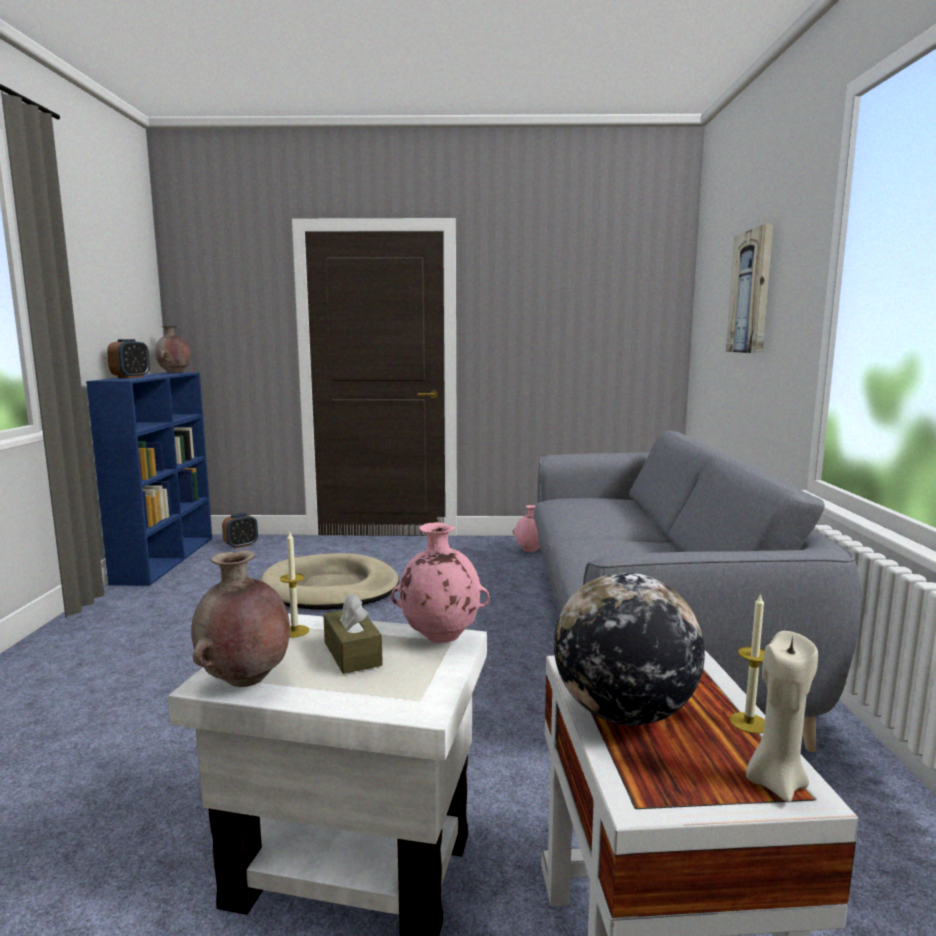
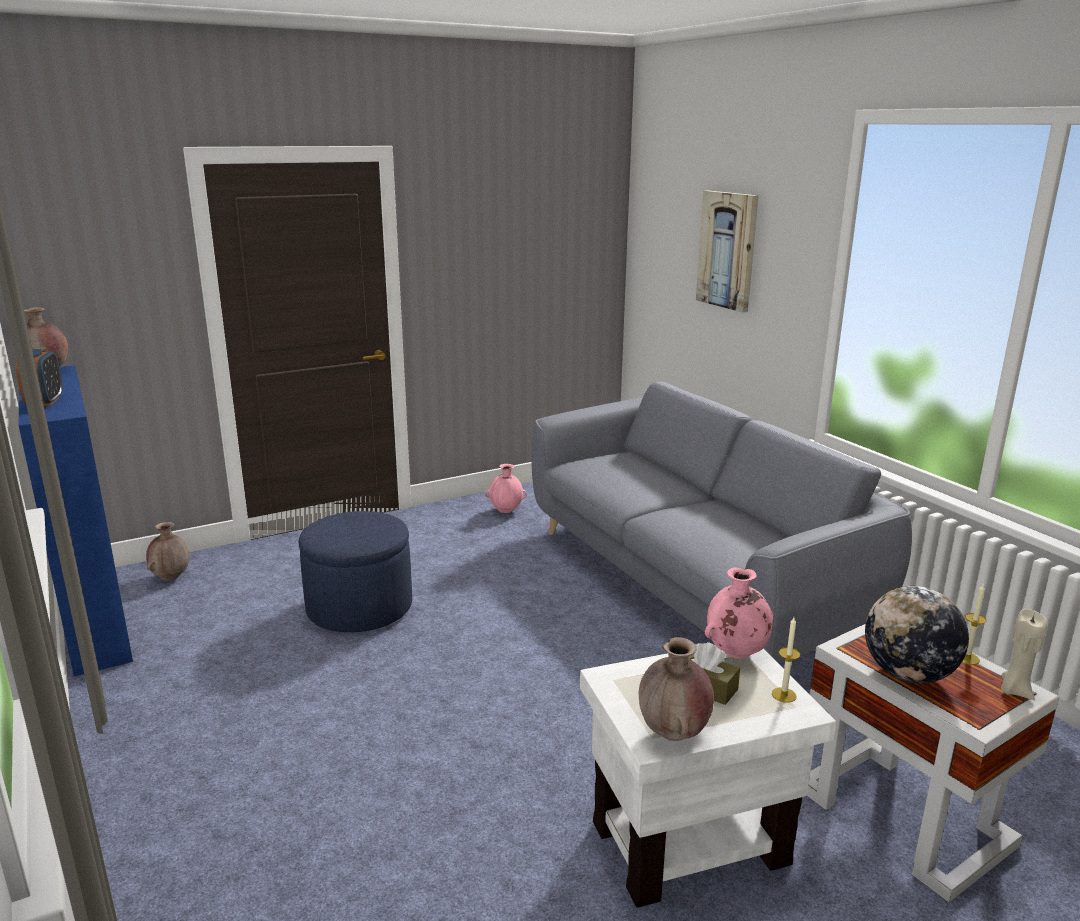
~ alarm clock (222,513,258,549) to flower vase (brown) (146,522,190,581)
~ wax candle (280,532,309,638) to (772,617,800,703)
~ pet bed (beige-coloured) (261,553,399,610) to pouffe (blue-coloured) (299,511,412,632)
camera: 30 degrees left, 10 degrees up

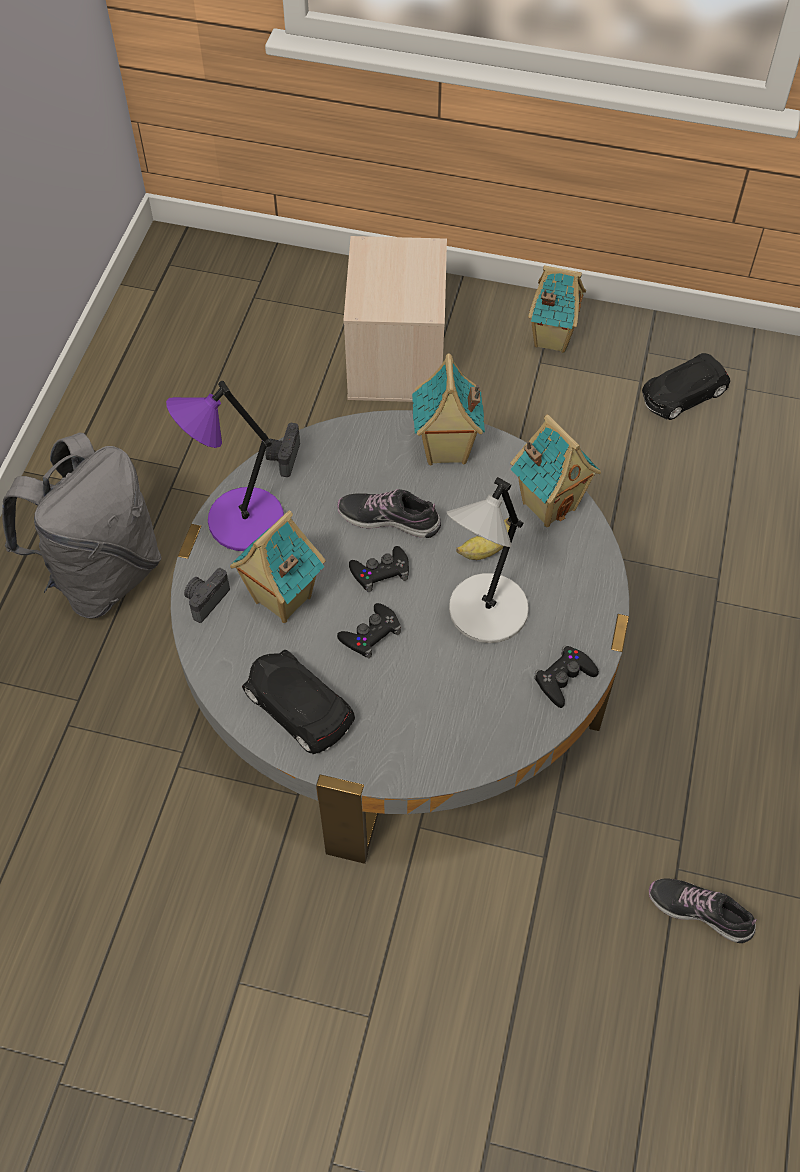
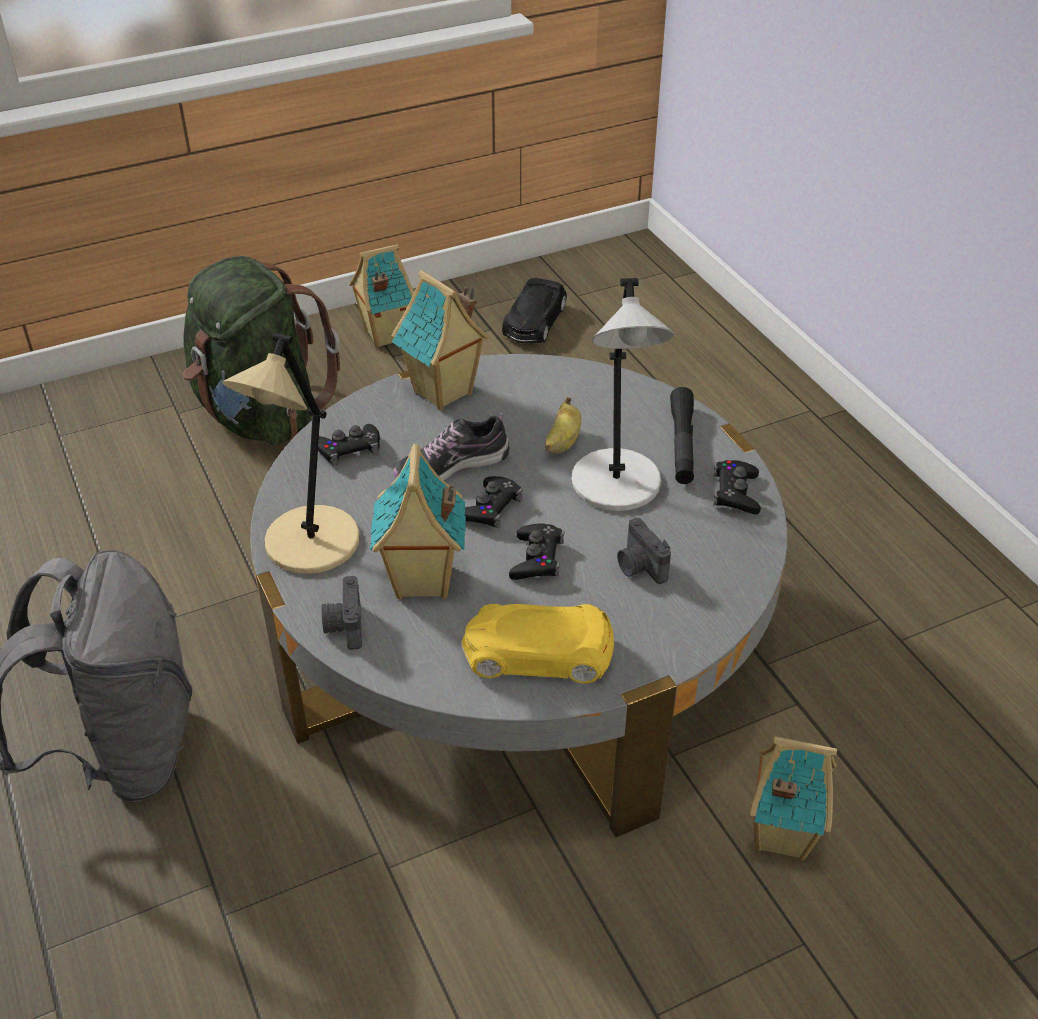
~ storage container (beige-coloured) (343,236,447,402) to rucksack (green) (183,256,340,445)
~ table lamp (purple) (166,381,284,551) to table lamp (beige-coloured) (222,333,359,574)
~ miniature house (510,414,601,527) to (749,736,837,861)
~ still camera (266,423,300,477) to (617,518,671,584)
~ toy car (black-coloured) (242,650,355,754) to toy car (yellowish) (461,604,614,683)
- item of footwear (649,879,757,943)
+ hand torch (black-coloured) (670,387,694,484)
+ game controller (black-coloured) (318,424,380,466)
camera: 40 degrees left, 15 degrees down

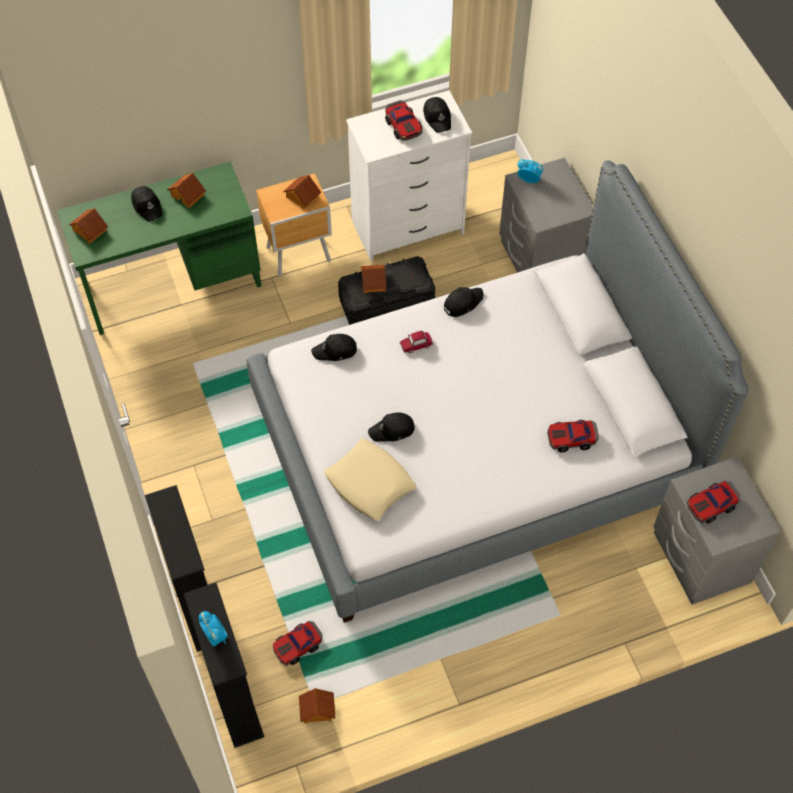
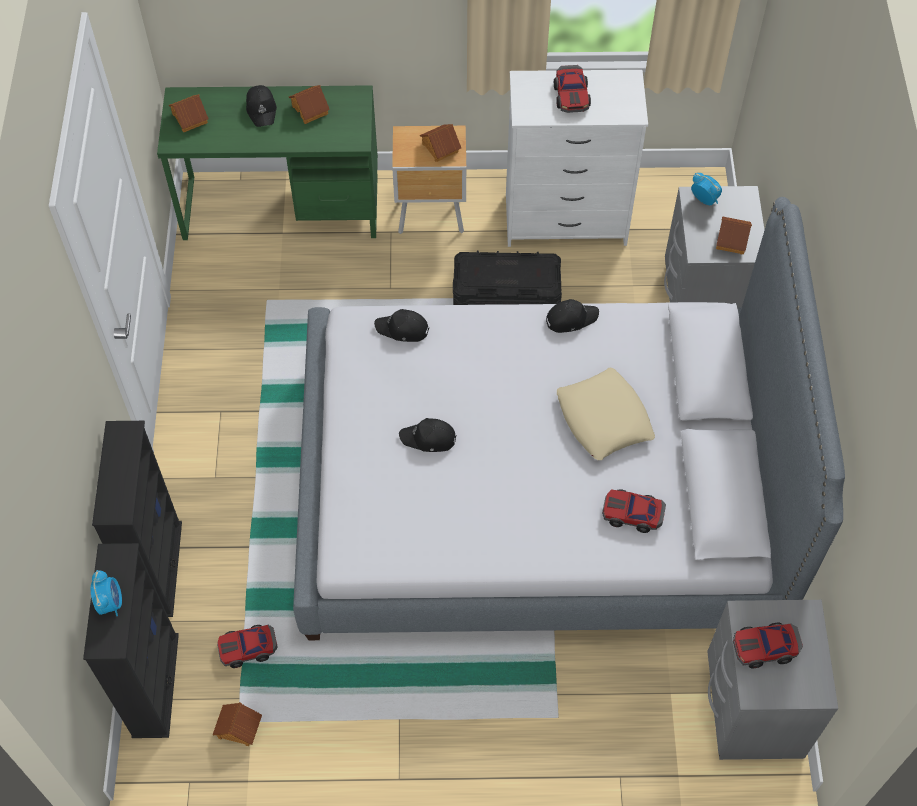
- cap (black-coloured) (423,97,451,133)
~ miniature house (361,264,386,293) to (716,216,752,255)
- toy car (400,331,433,353)
~ throw pillow (beige-coloured) (324,439,417,521) to (557,368,655,460)
camera: 20 degrees right, 0 degrees up

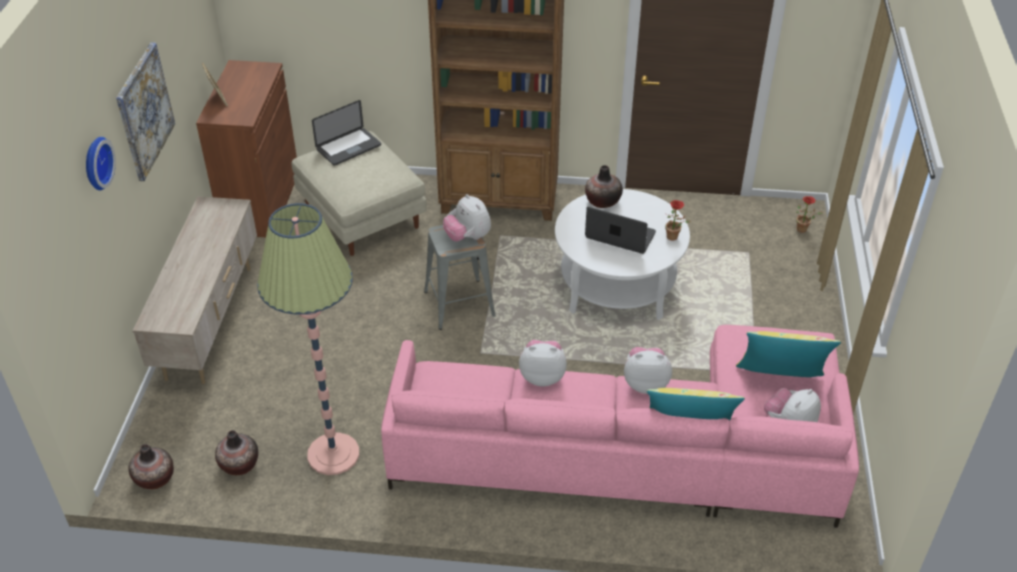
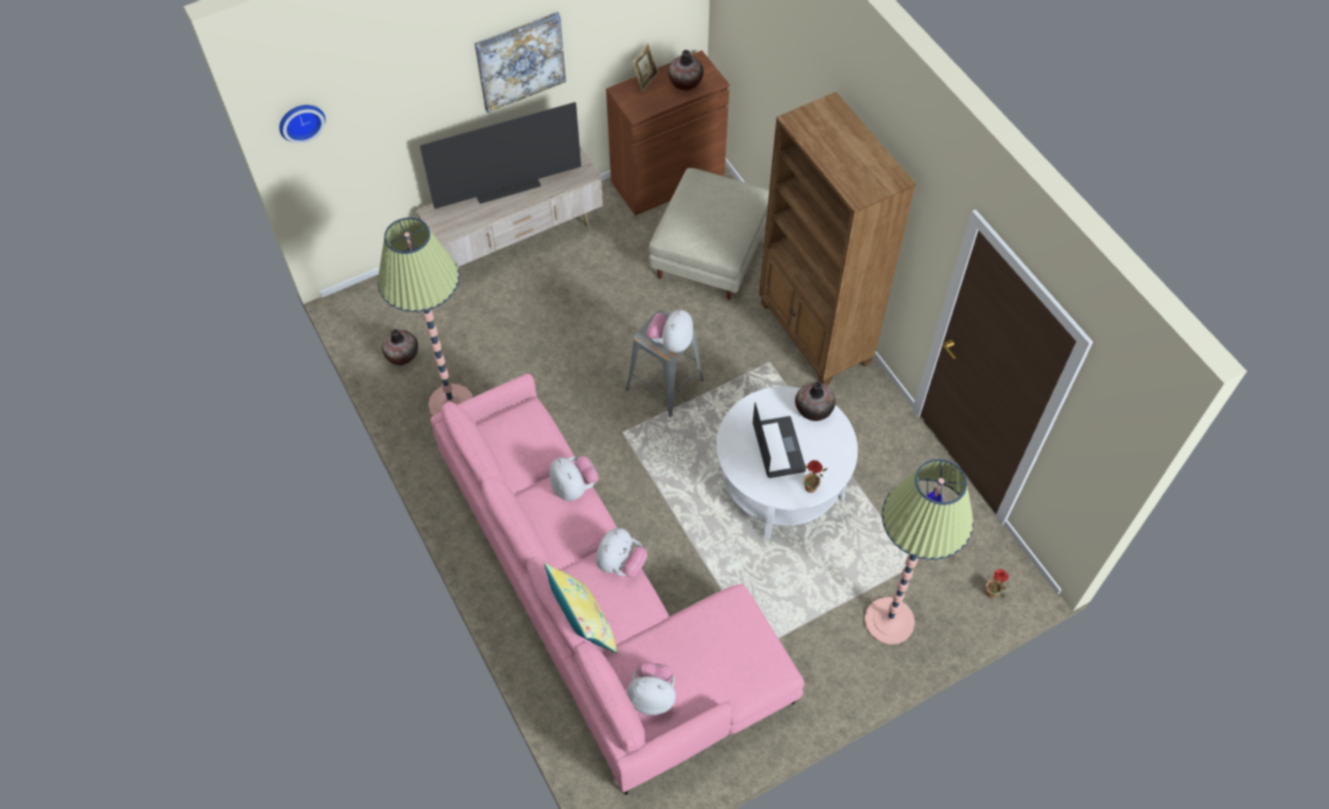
- laptop (312,100,381,166)
~ wall clock (86,137,116,190) to (279,105,326,144)
- throw pillow (yellowish) (736,331,841,377)
~ cuddly toy (624,347,672,394) = (596,528,647,577) 60 degrees clockwise
~ flower vase (129,444,174,489) to (668,50,704,91)
+ TV set (420,102,581,209)
+ standing lamp (864,459,974,645)
camera: 55 degrees right, 15 degrees up

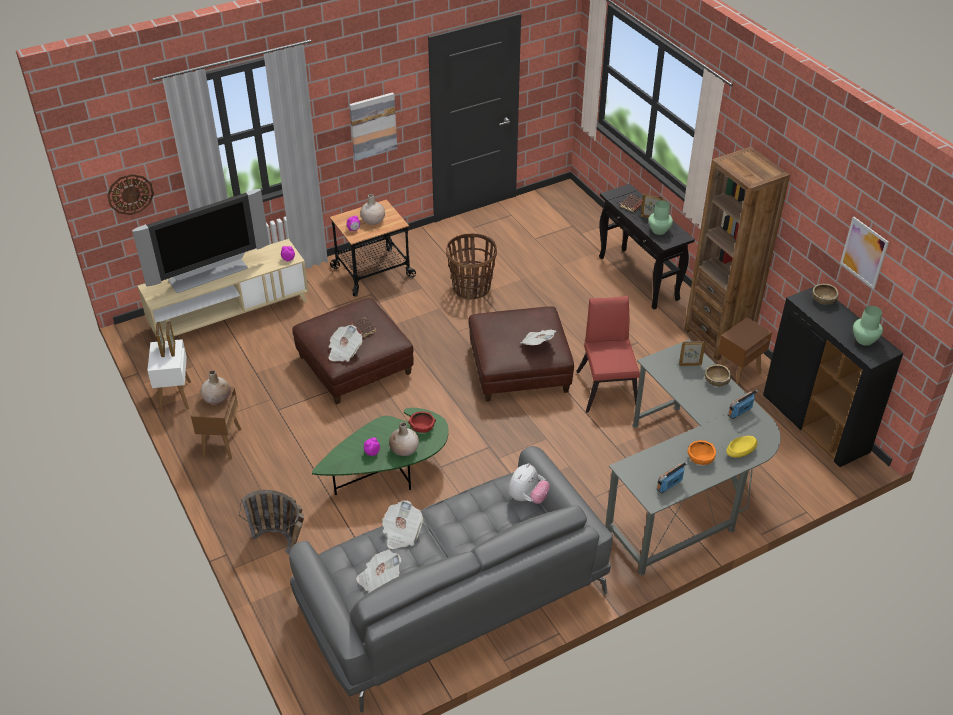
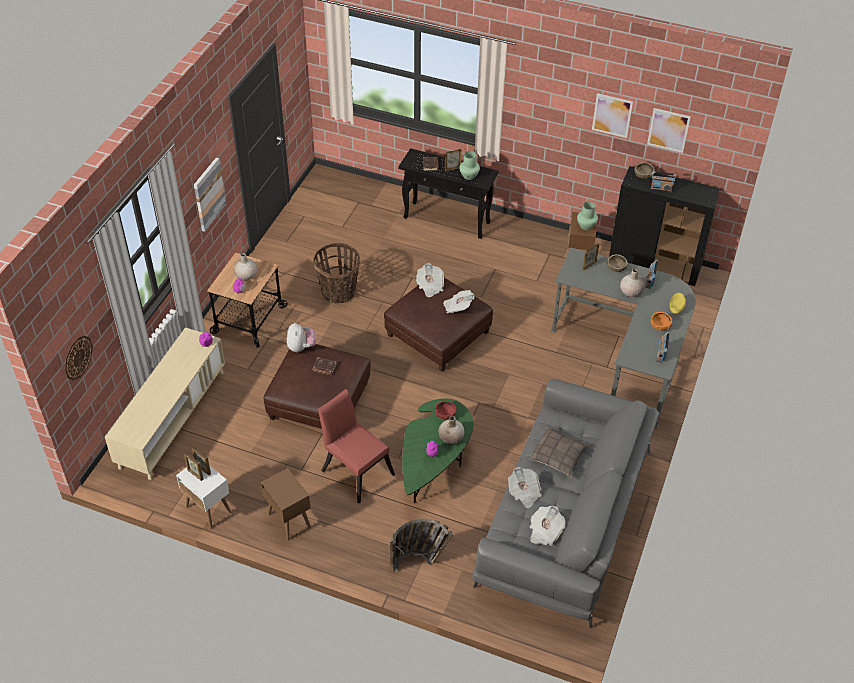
- shelving unit (brown) (684,147,790,361)
- TV set (132,189,269,293)
~ plain chair (red) (576,296,640,413) to (318,389,395,503)
~ flower vase (green) (853,306,883,346) to (577,201,598,230)
~ daily paper (328,325,362,362) to (416,263,444,297)
~ flower vase (beige-coloured) (201,370,231,405) to (620,269,645,297)
~ cuddly toy (508,463,550,504) to (287,322,316,352)
+ picture (592,93,633,138)
+ radio set (651,171,676,192)
+ throw pillow (529,426,590,478)
camera: 40 degrees left, 5 degrees up

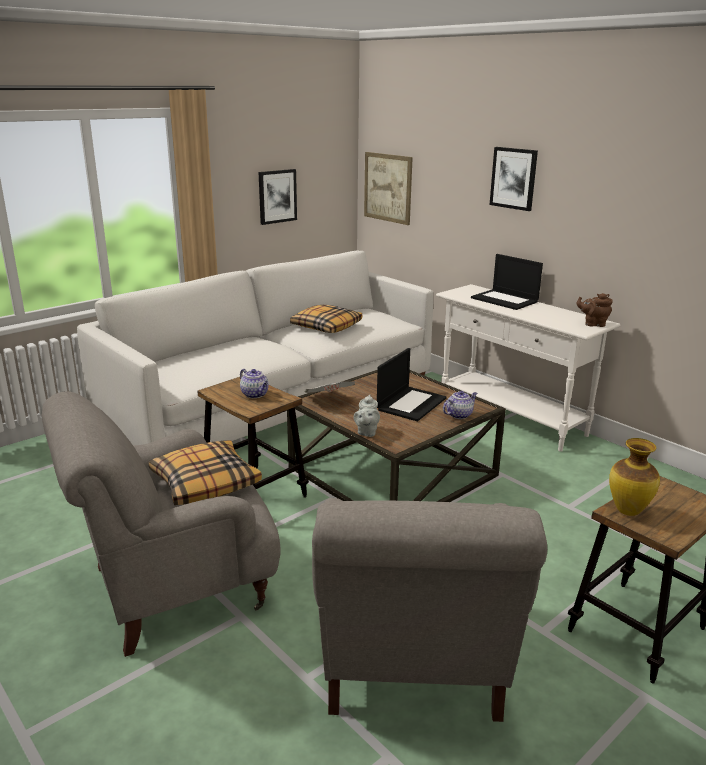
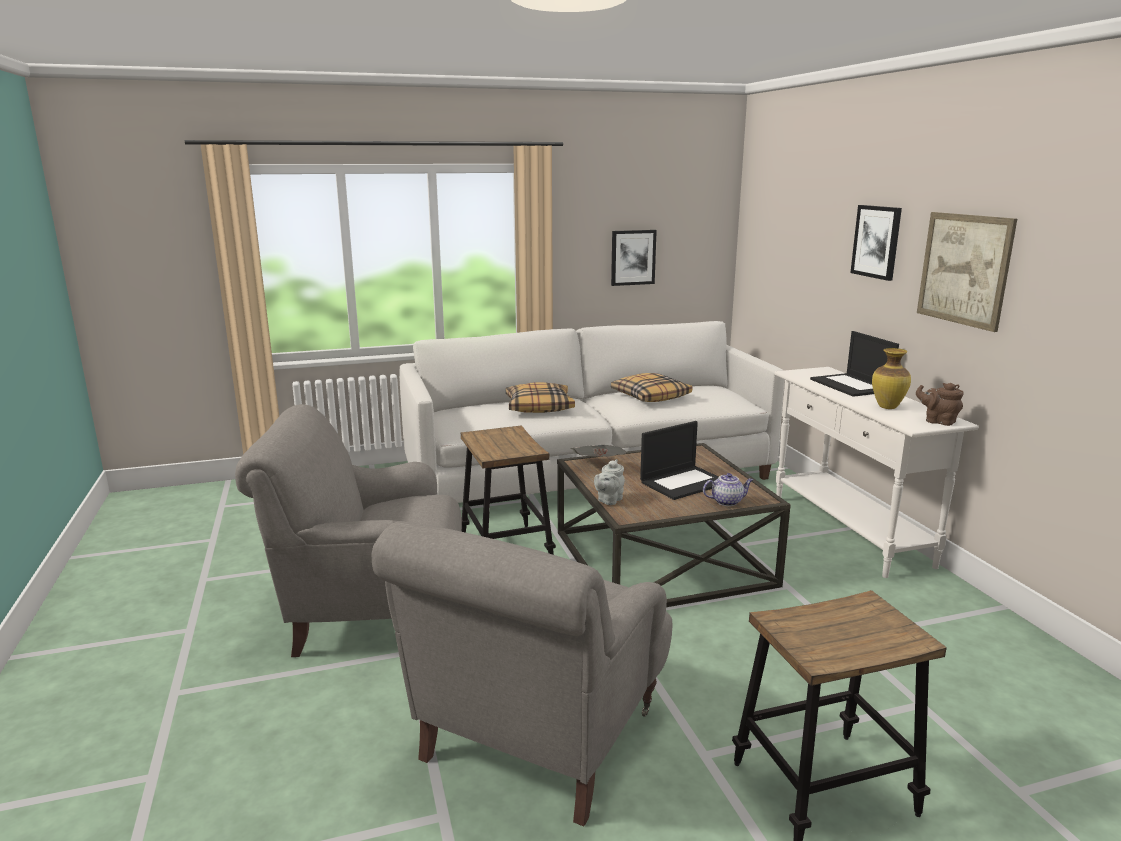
~ picture (364,152,413,225) to (917,212,1017,332)
- teapot (240,369,269,398)
~ flower vase (609,438,660,516) to (872,348,911,409)
~ throw pillow (148,440,262,505) to (506,382,575,413)
camera: 25 degrees right, 5 degrees down

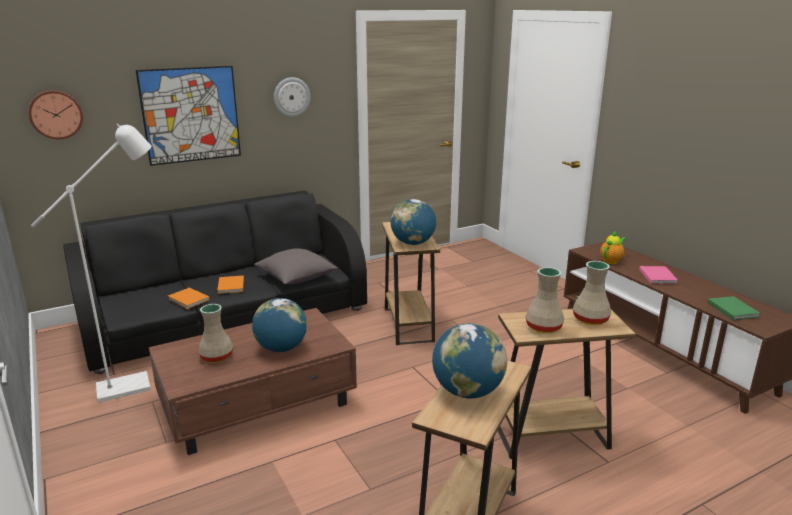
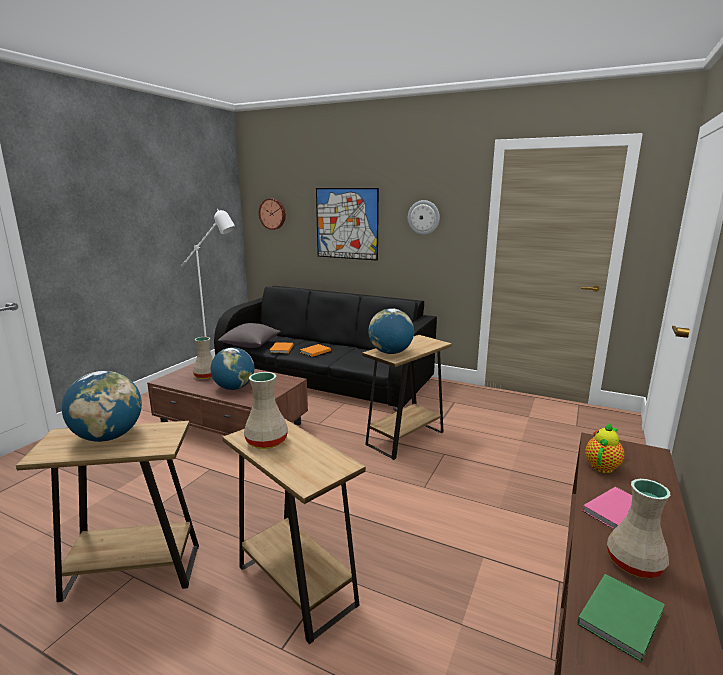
~ teapot (600,231,626,264) = (585,423,624,473) 60 degrees counterclockwise
~ throw pillow (greyish) (254,248,338,284) to (218,323,281,348)
~ flower vase (beige-coloured) (573,261,611,325) to (607,479,670,578)
camera: 55 degrees right, 5 degrees down

